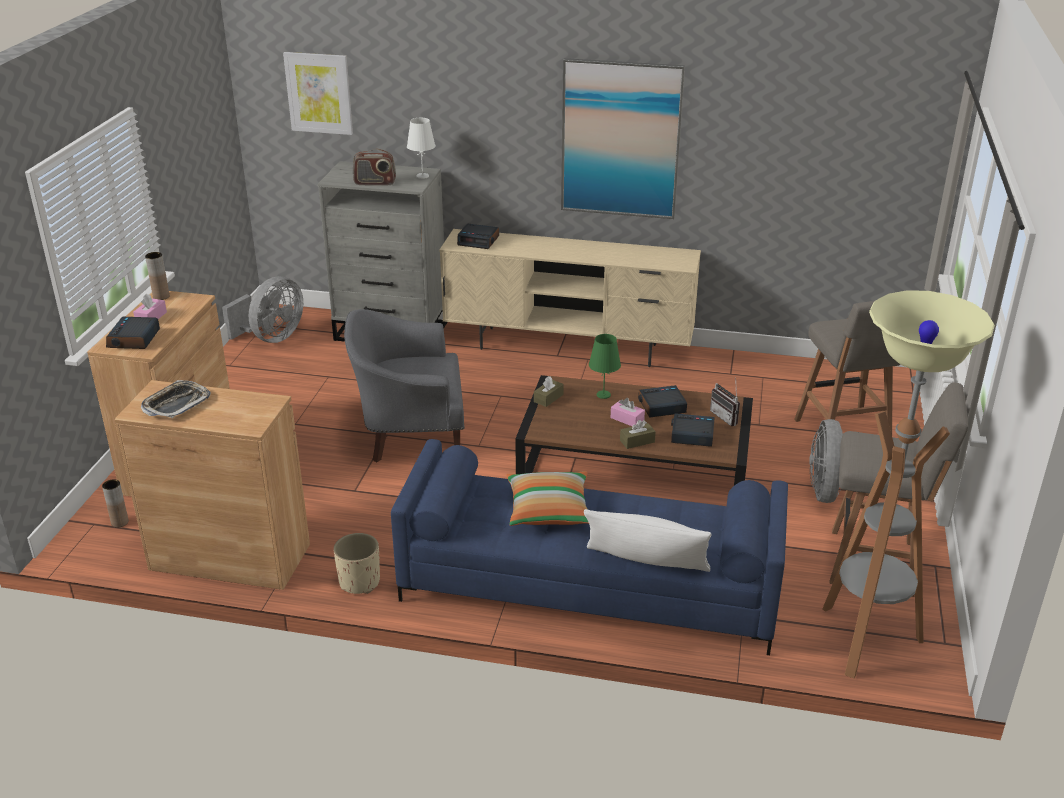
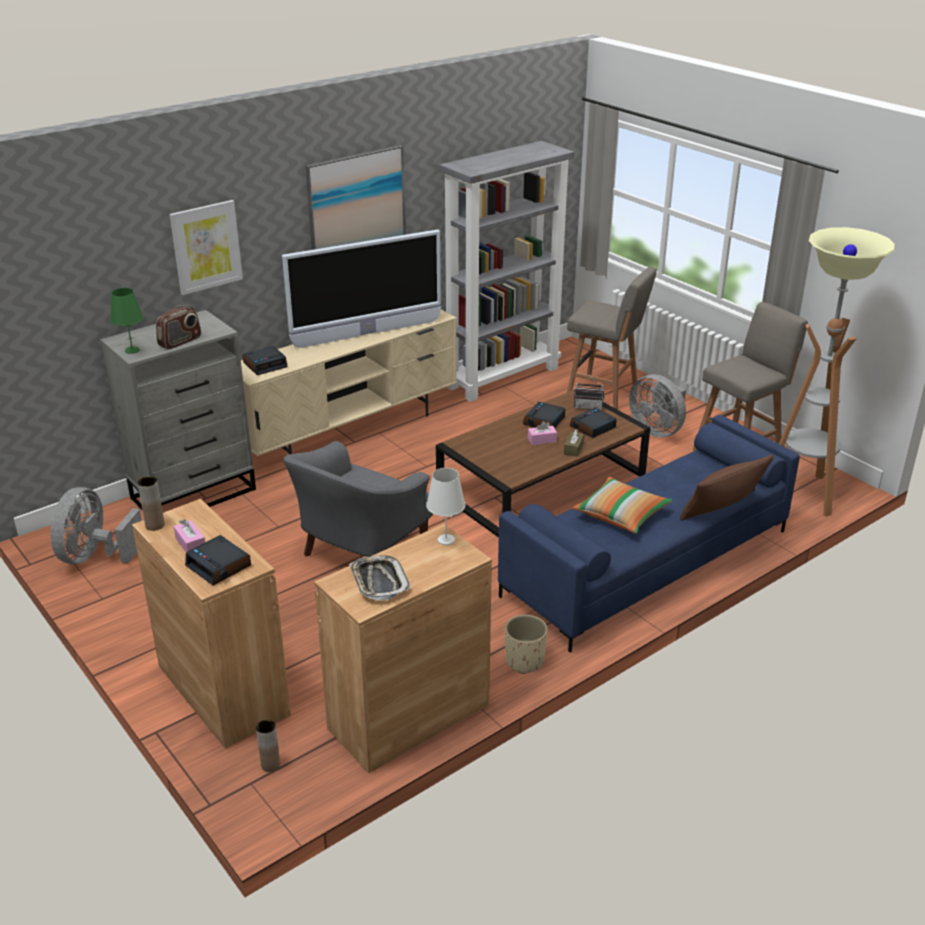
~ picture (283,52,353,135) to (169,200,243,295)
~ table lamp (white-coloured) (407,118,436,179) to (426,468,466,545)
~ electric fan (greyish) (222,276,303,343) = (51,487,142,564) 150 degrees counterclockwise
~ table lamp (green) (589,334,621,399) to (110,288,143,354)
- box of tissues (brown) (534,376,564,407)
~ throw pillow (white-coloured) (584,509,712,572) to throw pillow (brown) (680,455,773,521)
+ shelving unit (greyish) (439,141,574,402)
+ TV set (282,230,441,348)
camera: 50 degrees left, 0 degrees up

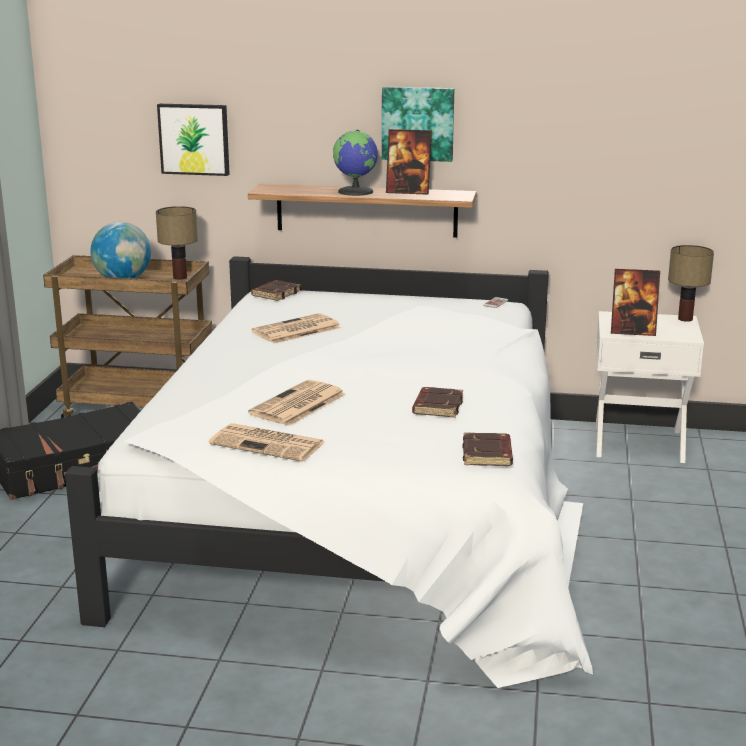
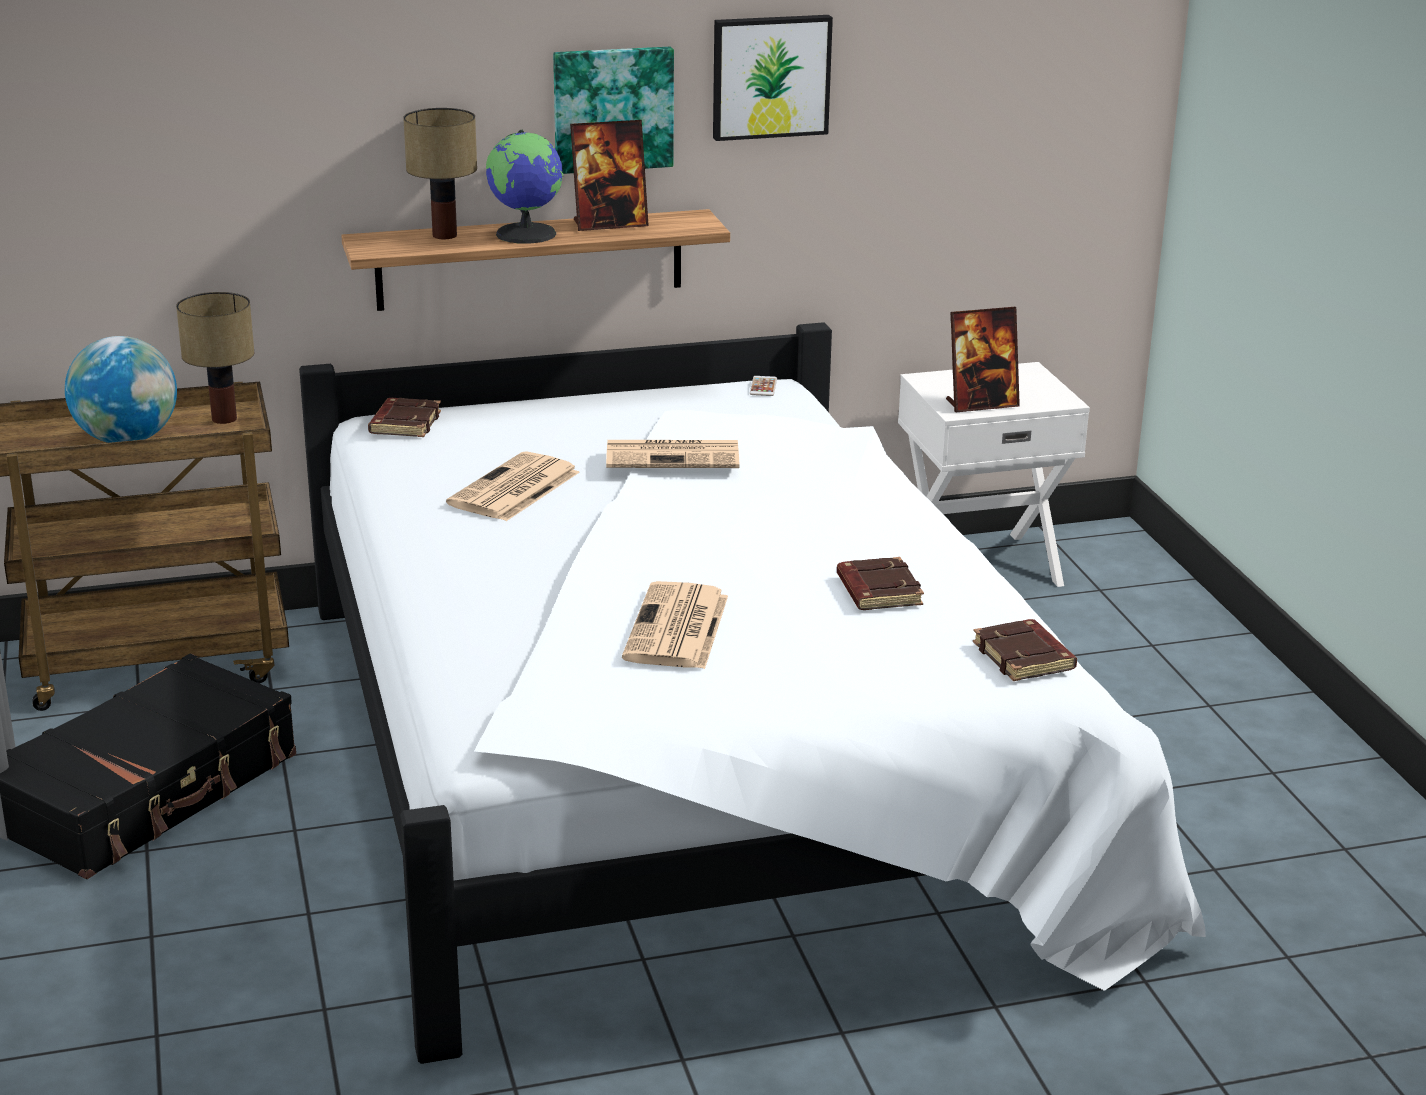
~ picture (157,104,230,176) to (713,15,833,141)
~ table lamp (668,245,714,322) to (403,108,477,239)
~ daily paper (209,423,325,462) to (606,440,739,468)
camera: 25 degrees left, 5 degrees up

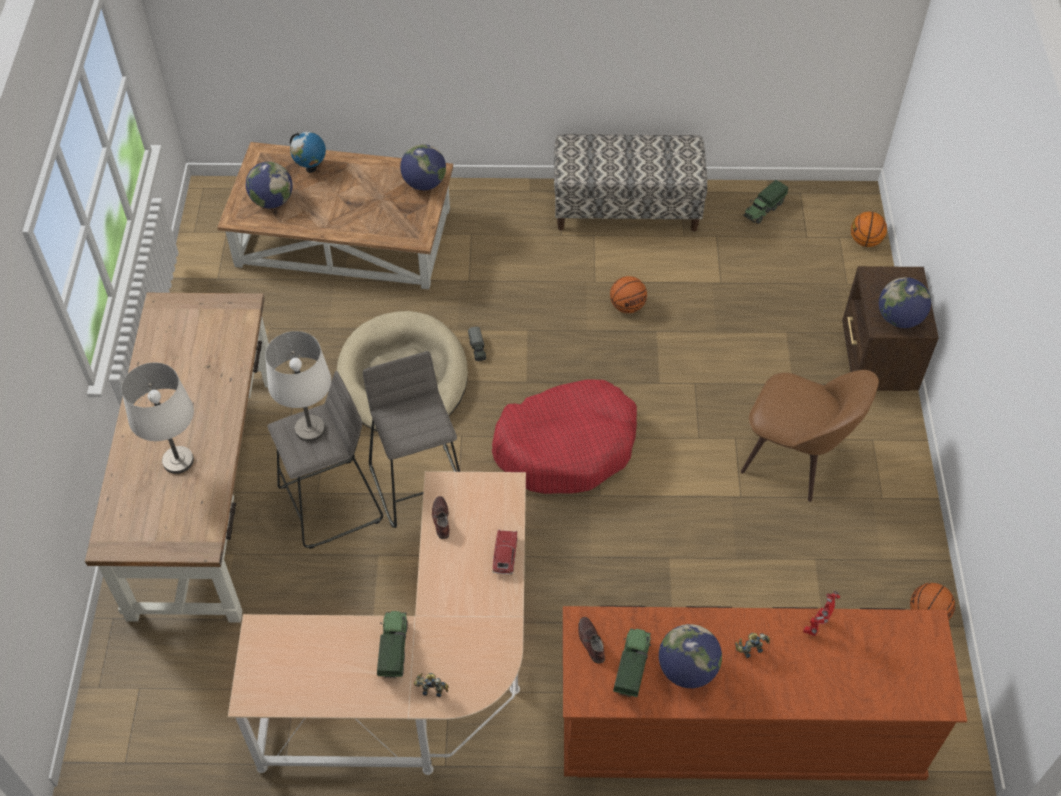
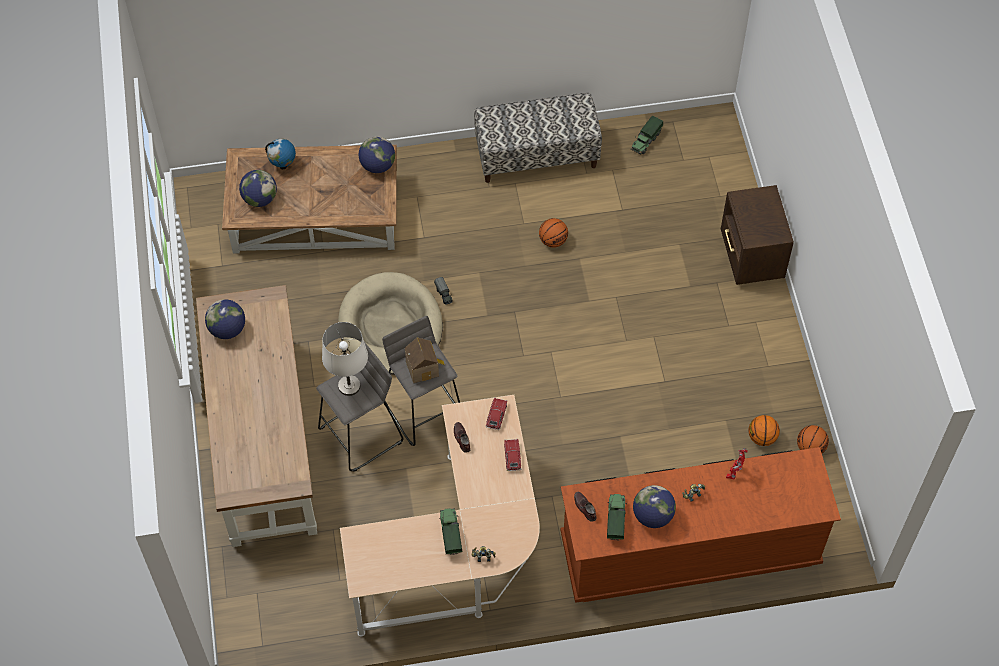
~ ball for basketball (851,212,887,247) to (748,415,780,446)
~ globe (879,277,931,328) to (205,299,245,339)
- table lamp (white-coloured) (121,362,194,474)
- plain chair (brown) (741,370,879,502)
- pet bed (red) (492,380,637,494)
+ miniature house (405,337,445,383)
+ toy car (486,397,507,430)
camera: 10 degrees left, 5 degrees up

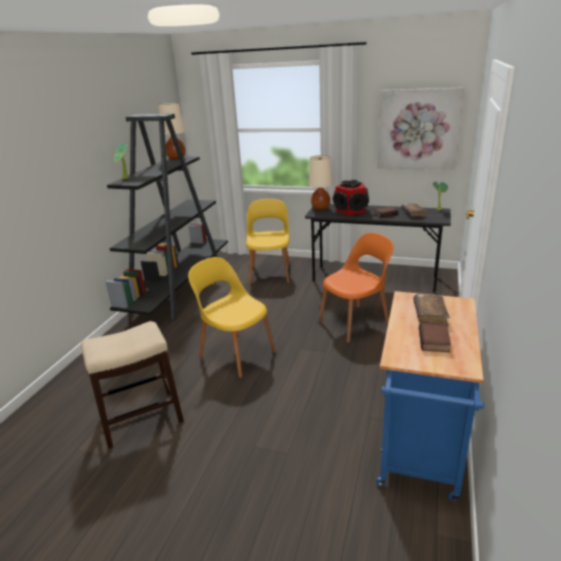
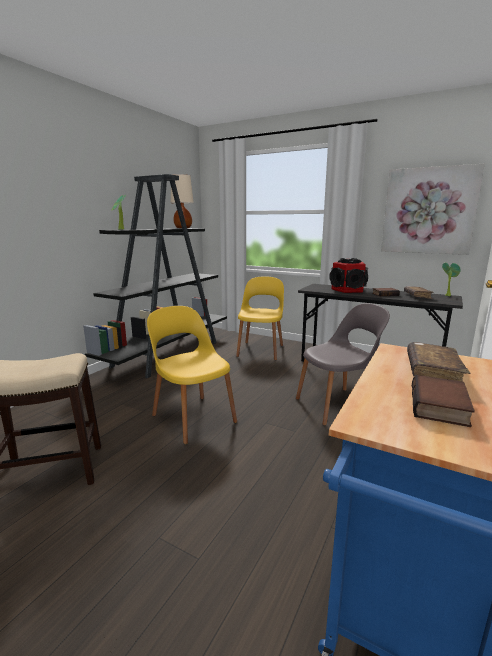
- table lamp (beige-coloured) (309,155,332,210)
~ plain chair (orange-coloured) (318,232,394,343) to plain chair (greyish) (296,303,390,425)
camera: 10 degrees right, 10 degrees down

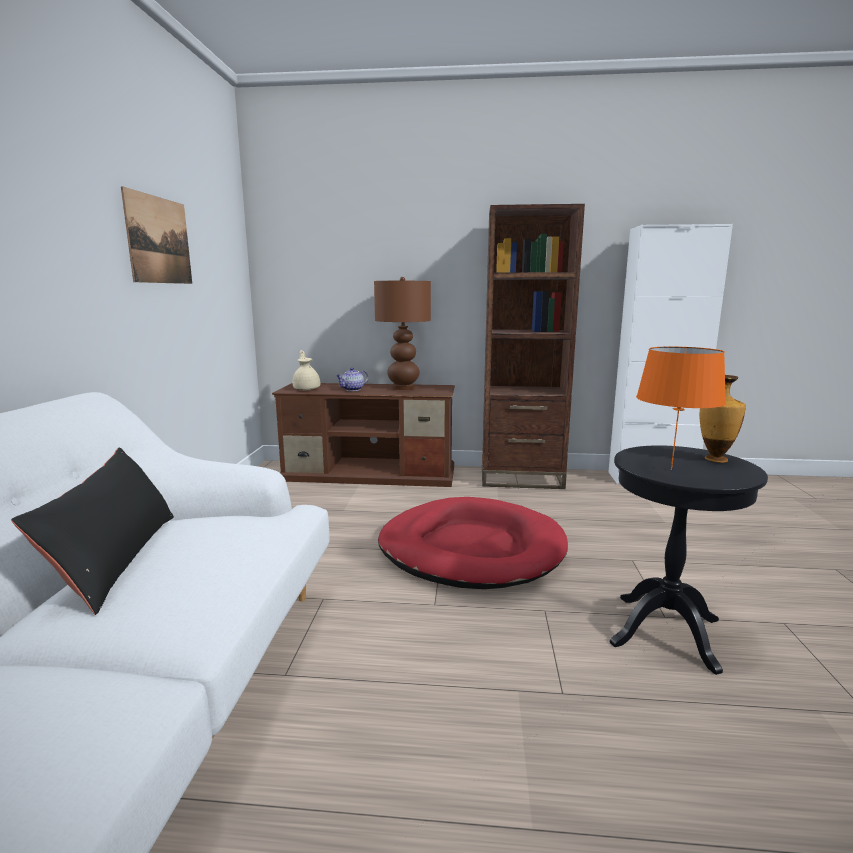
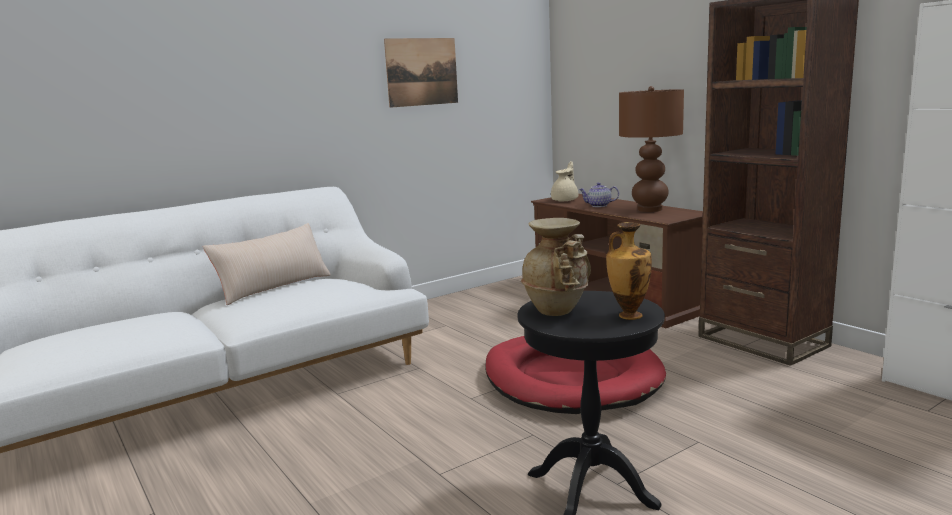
~ table lamp (orange-coloured) (636,347,726,470) to flower vase (beige-coloured) (521,218,591,316)
~ throw pillow (black-coloured) (11,447,174,615) to throw pillow (beige-coloured) (203,223,331,305)
camera: 50 degrees right, 0 degrees up

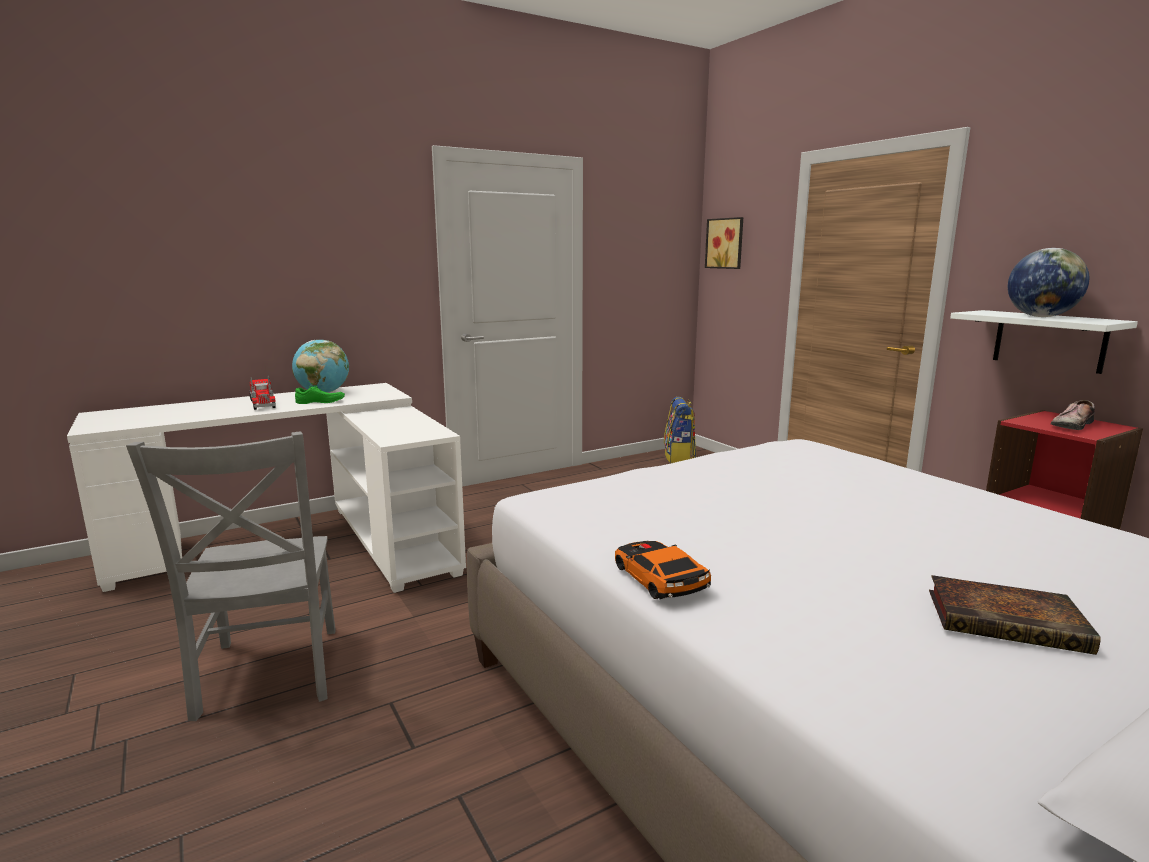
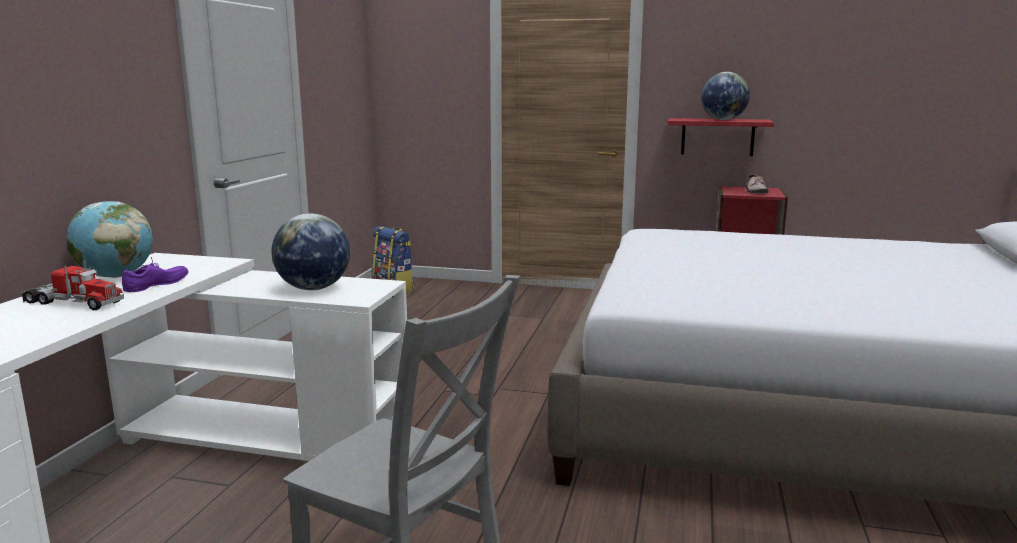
- picture (705,217,743,269)
~ wall shelf (white-coloured) (950,310,1138,374) to wall shelf (red) (667,118,774,156)
~ item of footwear (green) (295,381,345,404) to item of footwear (purple) (122,257,189,292)
- toy car (615,541,711,599)
- book (929,575,1100,655)
+ globe (271,213,350,290)
camera: 45 degrees left, 0 degrees up

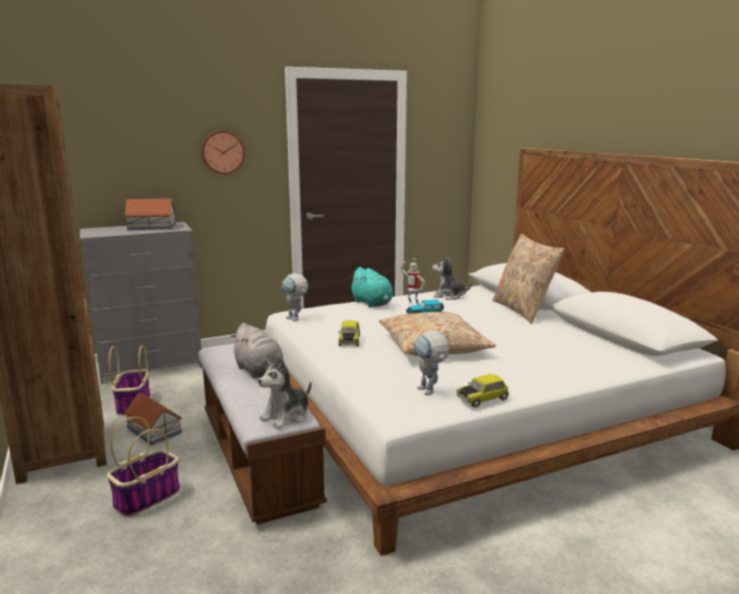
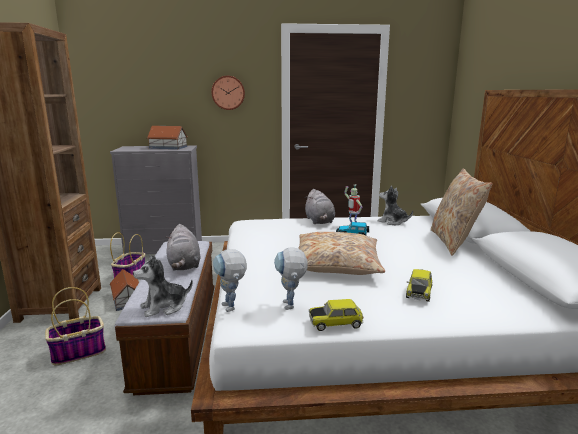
~ cuddly toy (turquoise-coloured) (349,267,393,308) to cuddly toy (greyish) (304,189,335,224)
~ toy robot (281,273,308,321) to (213,249,247,312)
~ toy car (338,321,360,346) to (406,269,432,302)
camera: 20 degrees right, 0 degrees up

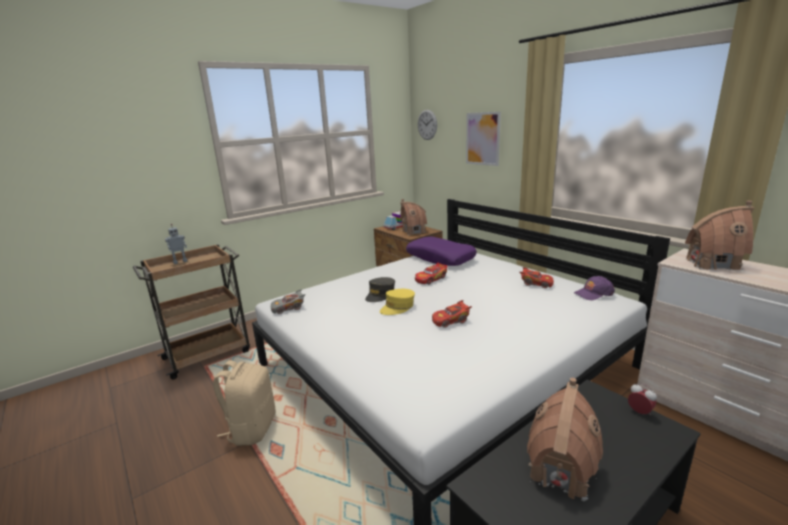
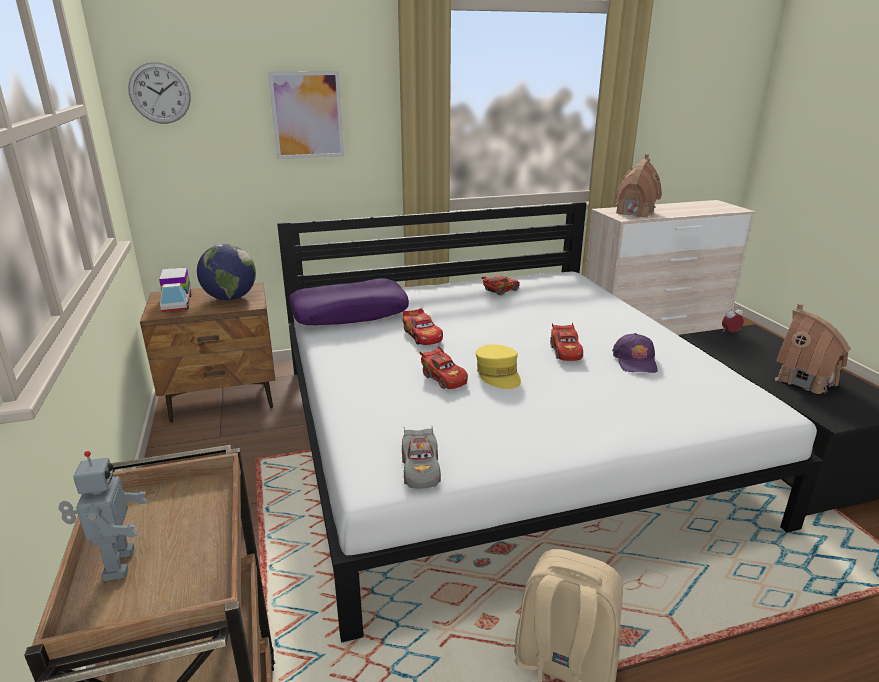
~ miniature house (400,199,427,236) to globe (197,244,256,300)
~ cap (purple) (574,276,615,300) to (612,333,658,373)
~ cap (greyish) (365,277,395,302) to toy car (red) (419,346,468,389)
camera: 70 degrees left, 5 degrees up

